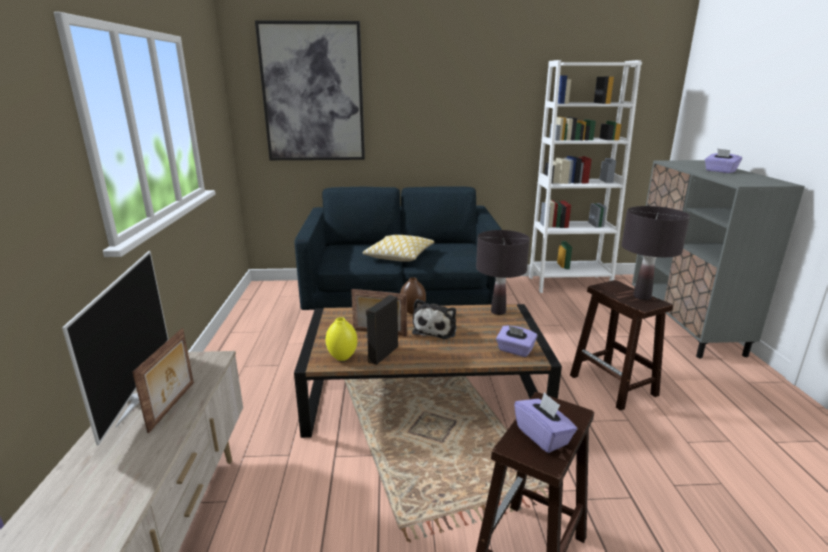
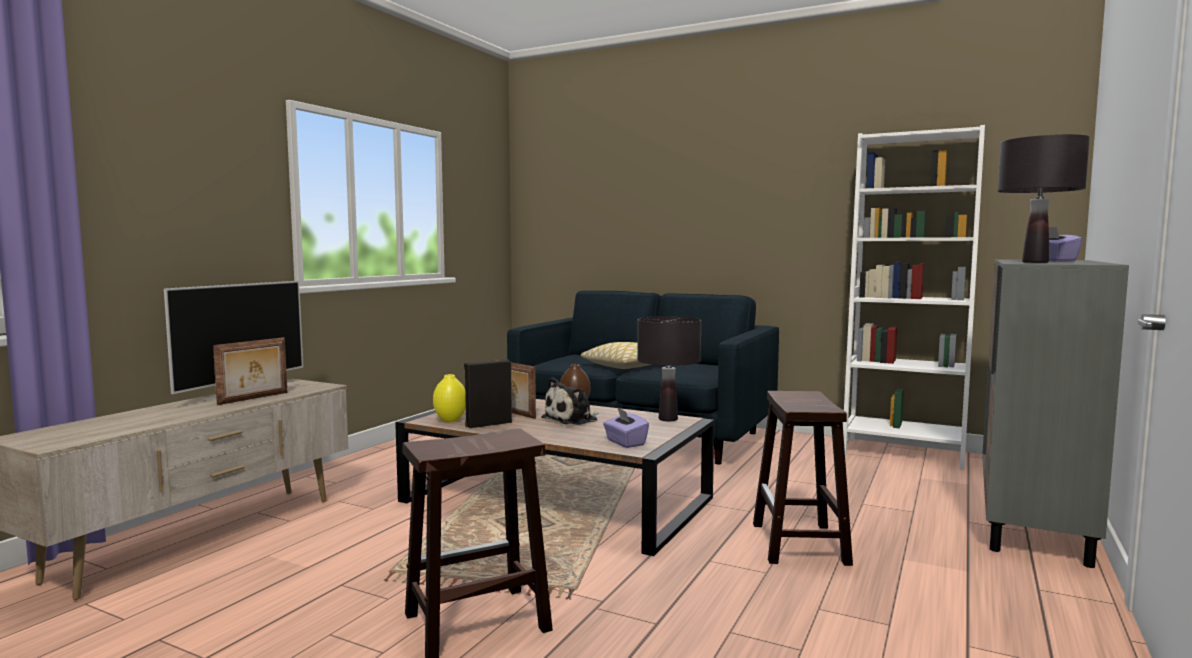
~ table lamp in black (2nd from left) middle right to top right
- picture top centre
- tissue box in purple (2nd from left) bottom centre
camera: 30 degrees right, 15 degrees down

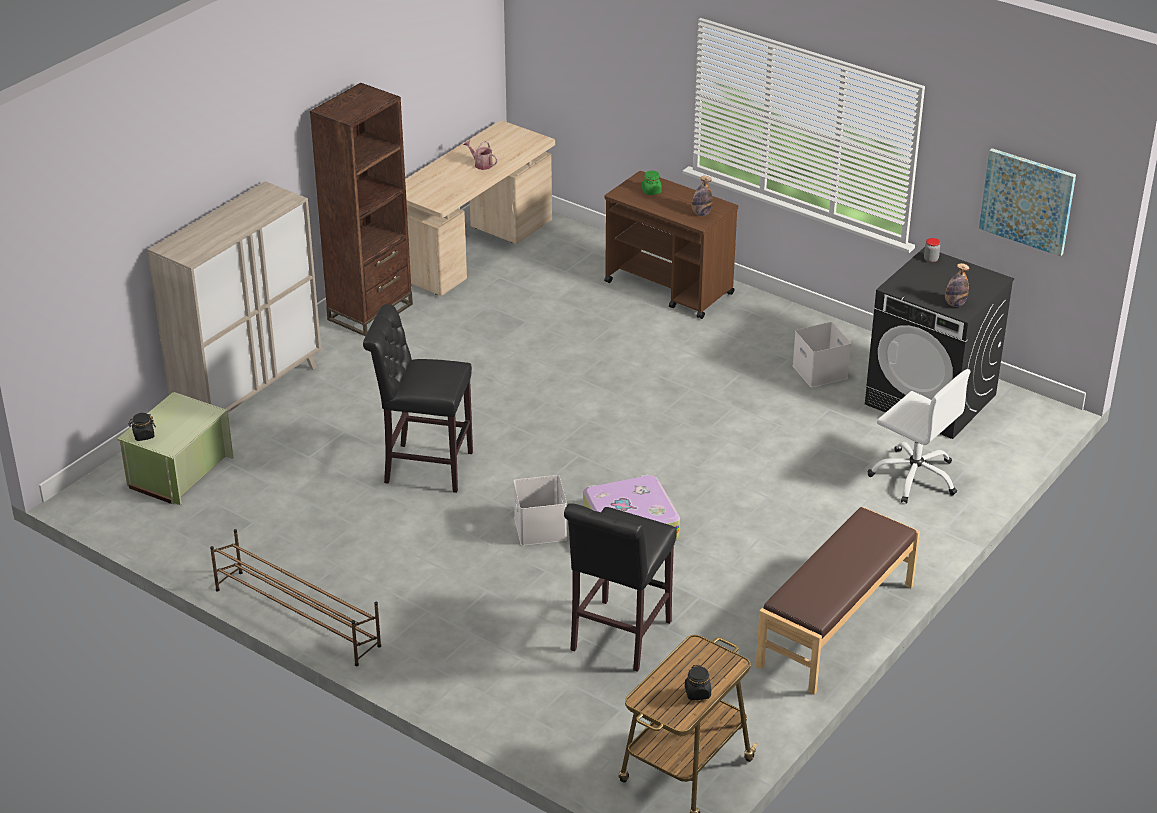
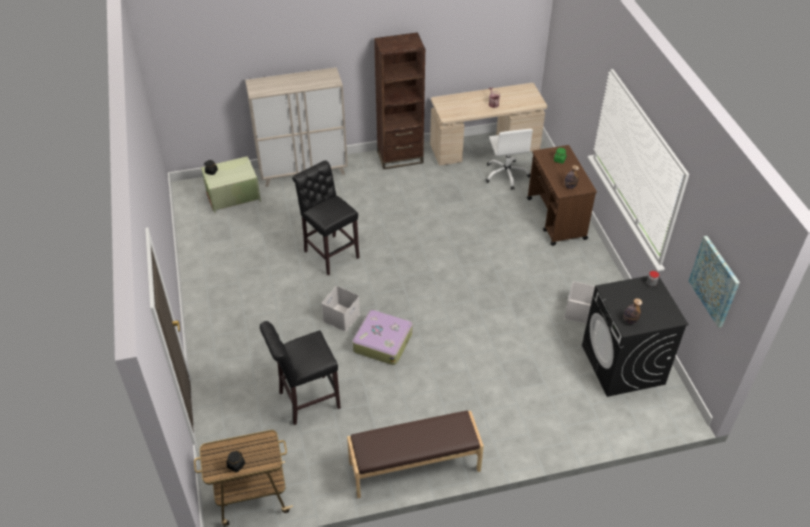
~ office chair in white middle right to top centre
- shoe rack in brown bottom left
camera: 40 degrees right, 10 degrees up

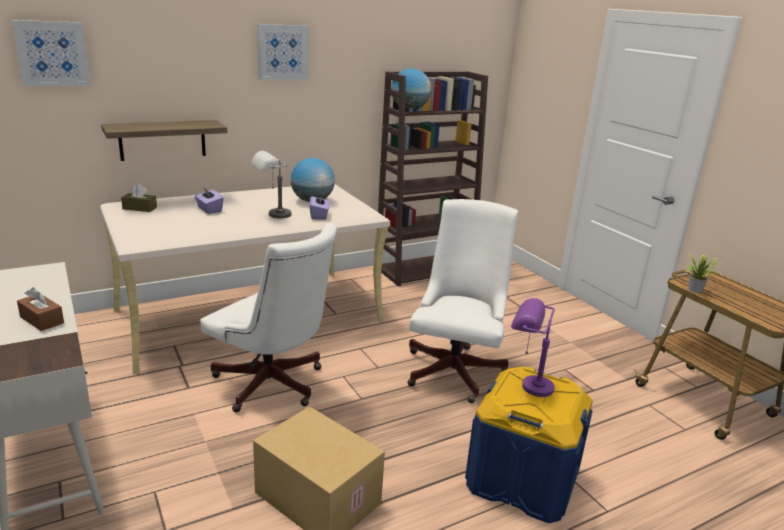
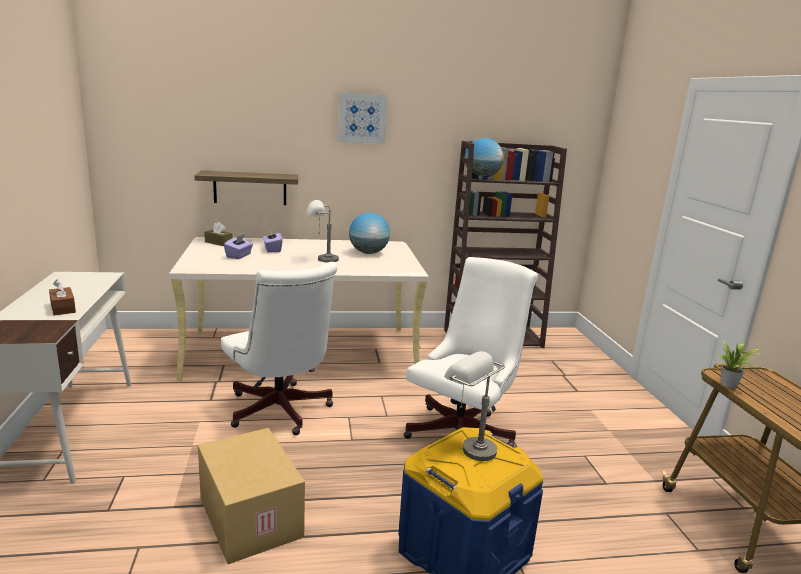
~ tissue box in purple (2nd from left in the first image) centre to tissue box in purple (1st from left) middle left
~ table lamp in purple middle right to table lamp in grey (2nd from left) bottom centre
- picture (1st from left) top left
camera: 20 degrees right, 5 degrees down

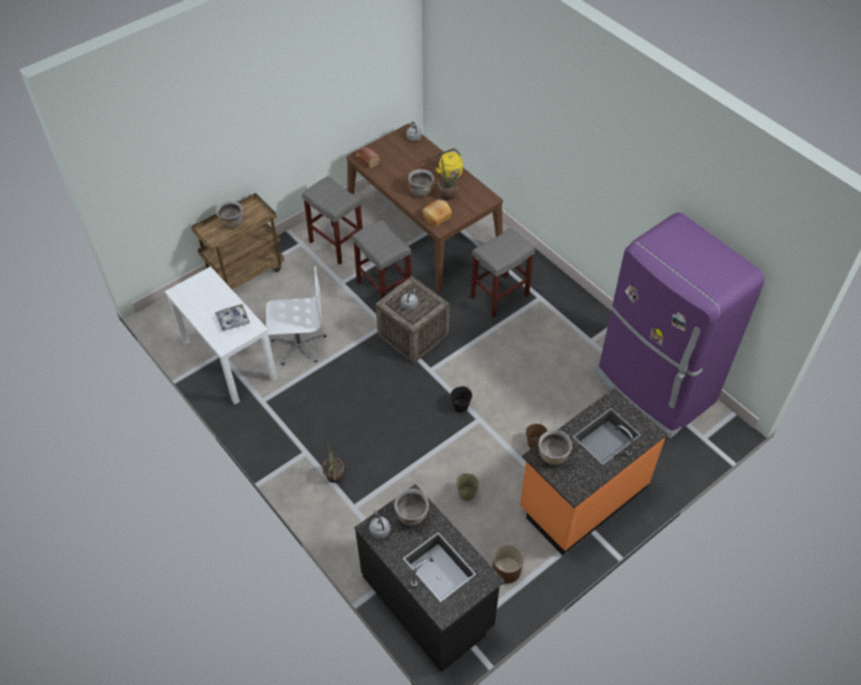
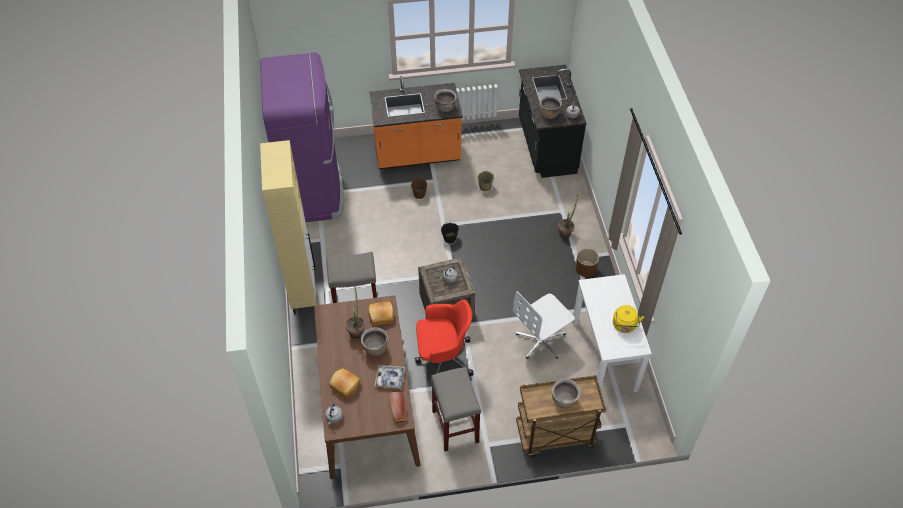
+ cabinet in beige middle left
+ bread (1st from left) bottom centre
~ tray middle left to bottom centre
~ stool in grey (2nd from left) centre to office chair in red centre
~ office chair in white centre = centre 60 degrees counterclockwise
~ planter in brown bottom centre to centre
~ kettle in yellow top centre to middle right
camera: 150 degrees left, 0 degrees up

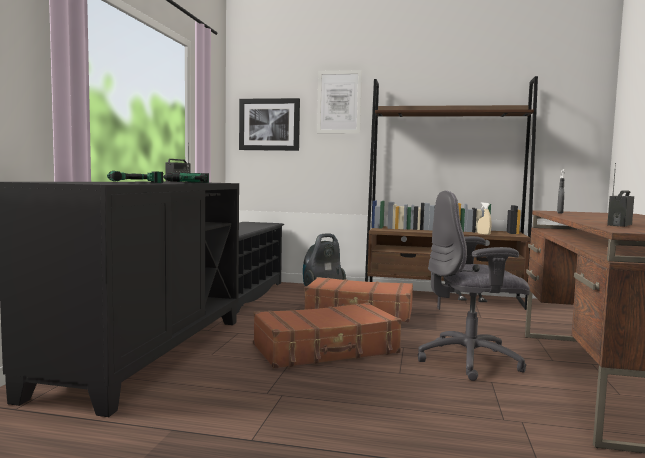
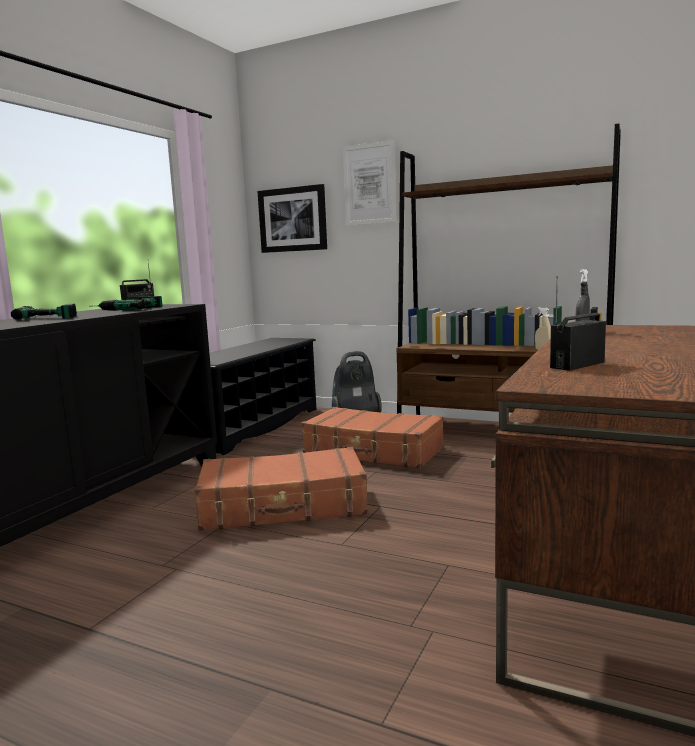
- office chair in grey middle right
camera: 15 degrees right, 5 degrees up

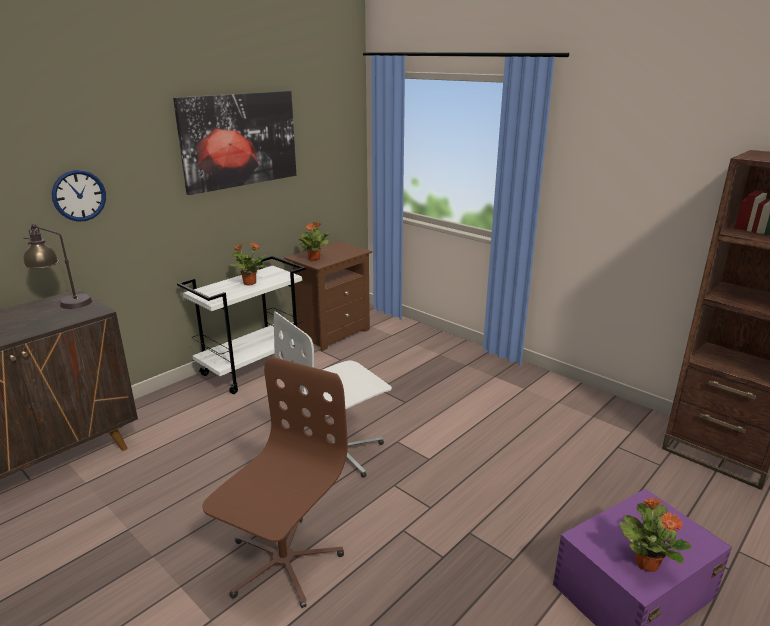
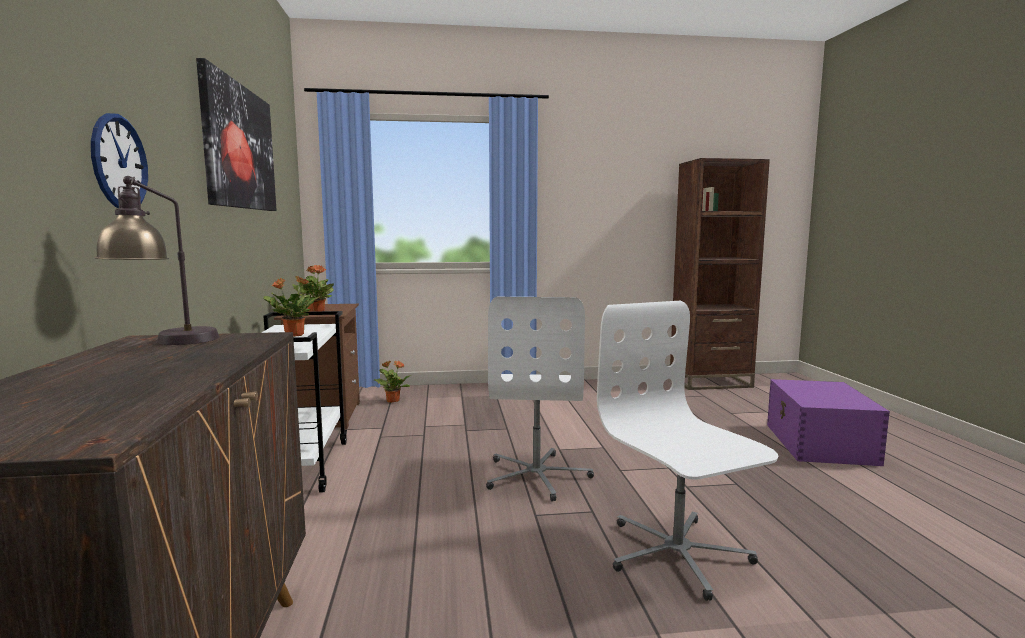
~ potted plant (3rd from left) bottom right to centre
~ office chair in brown bottom centre to office chair in white (2nd from left) bottom right
camera: 50 degrees left, 15 degrees down

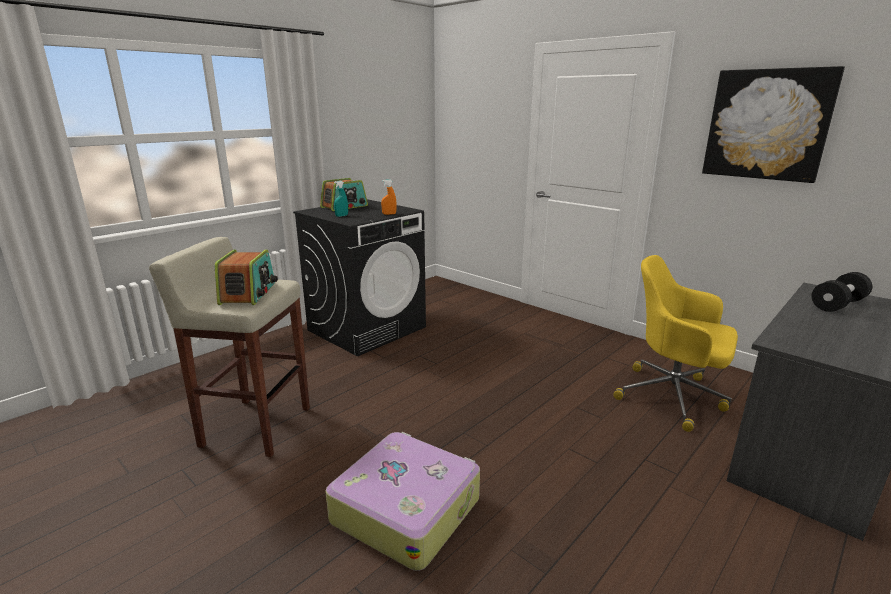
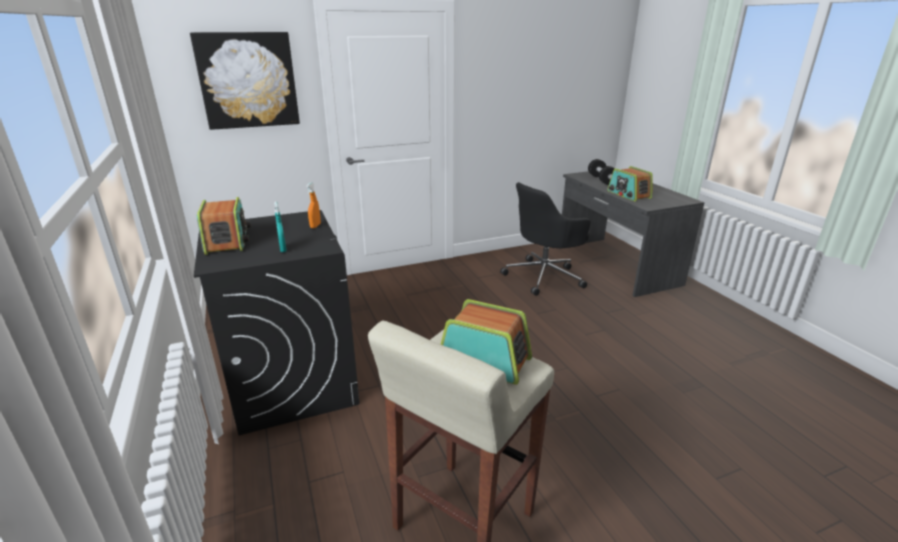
~ picture top right to top left
~ office chair in yellow middle right to office chair in black centre
+ radio (3rd from left) middle right
- suitcase bottom centre
camera: 65 degrees left, 5 degrees up

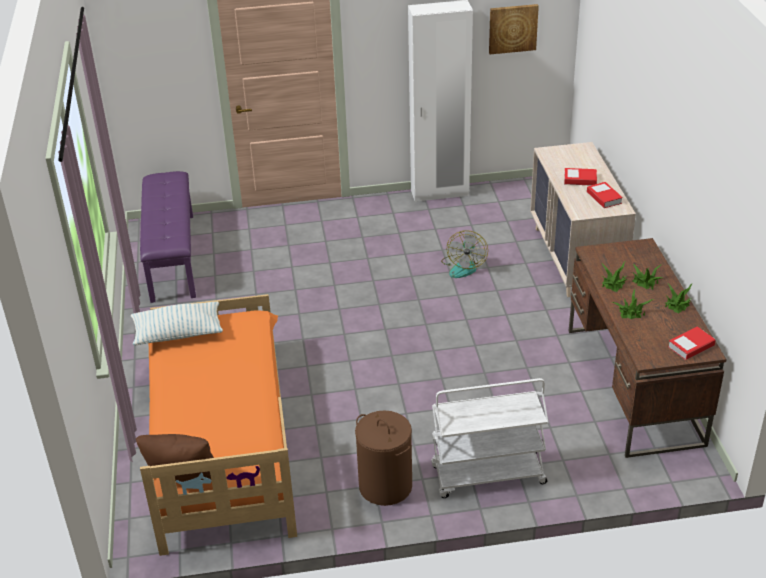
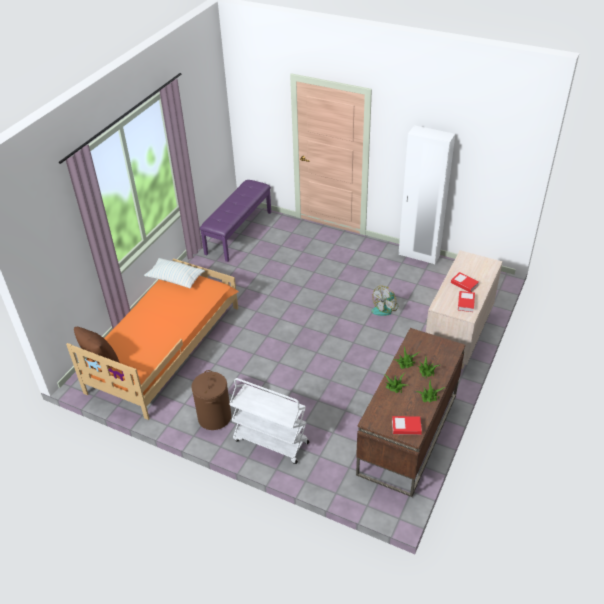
- picture top right
camera: 35 degrees right, 5 degrees up

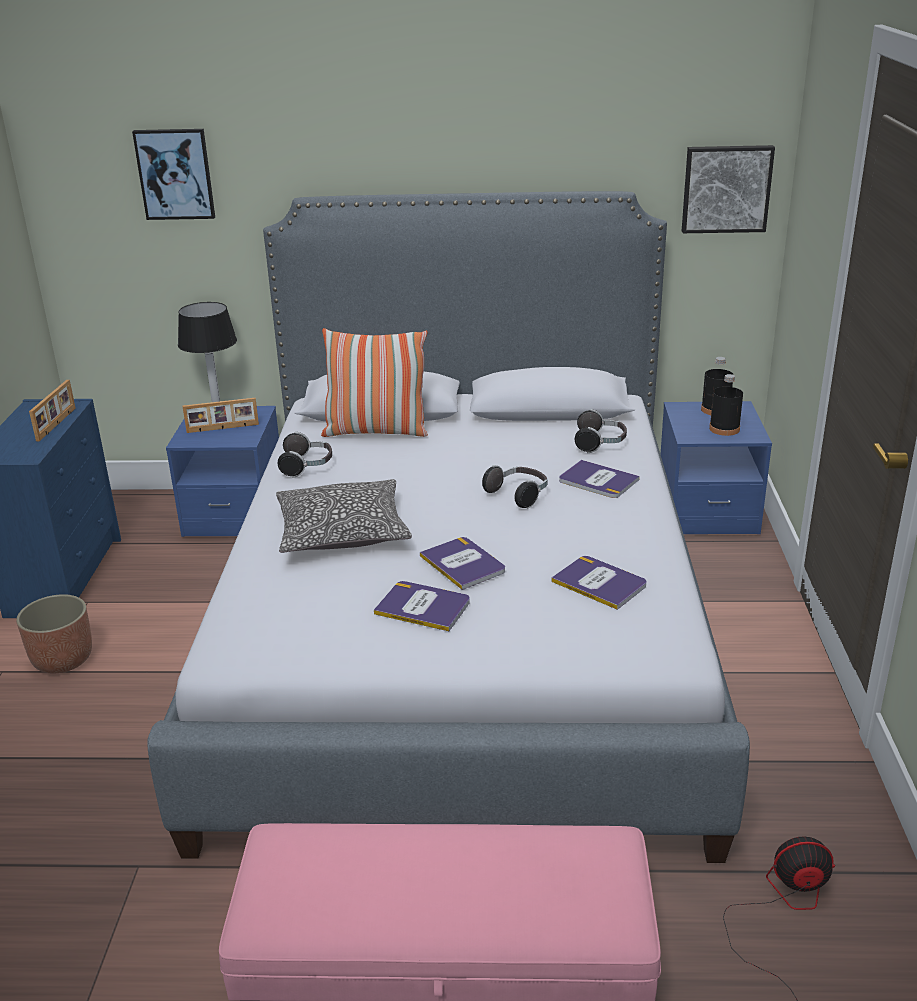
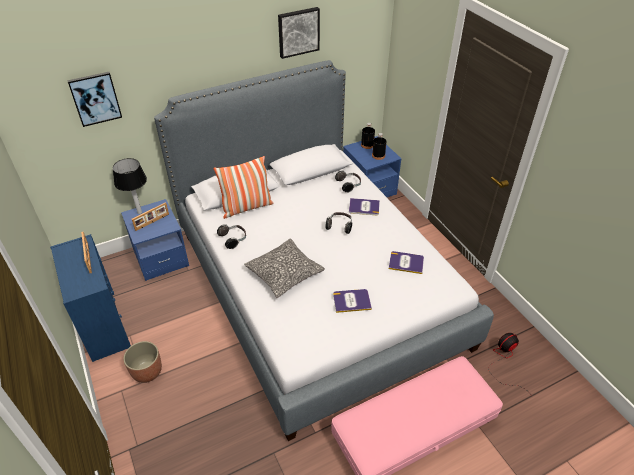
~ picture (2nd from left) top right to top centre
- book (2nd from left) centre
camera: 30 degrees left, 15 degrees up

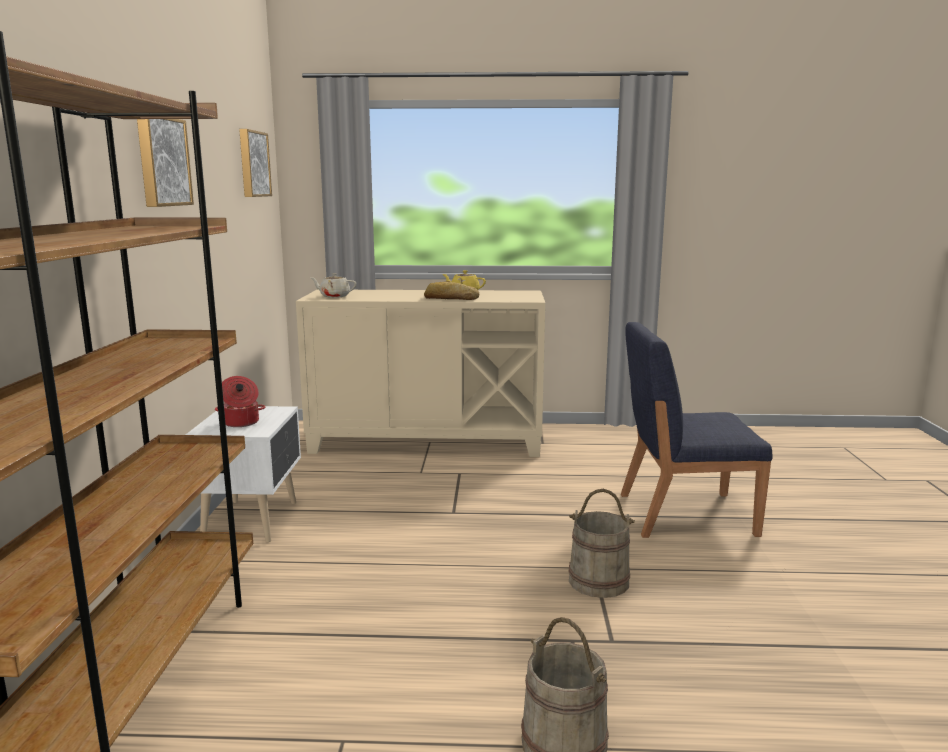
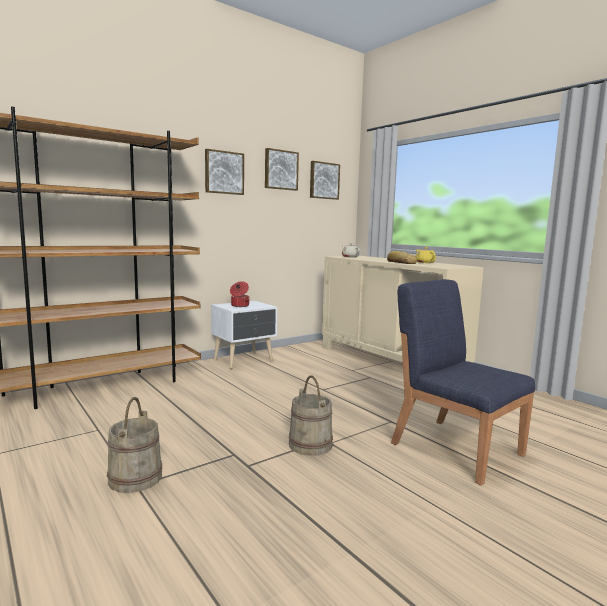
+ picture (2nd from left) top centre
camera: 50 degrees right, 5 degrees down

